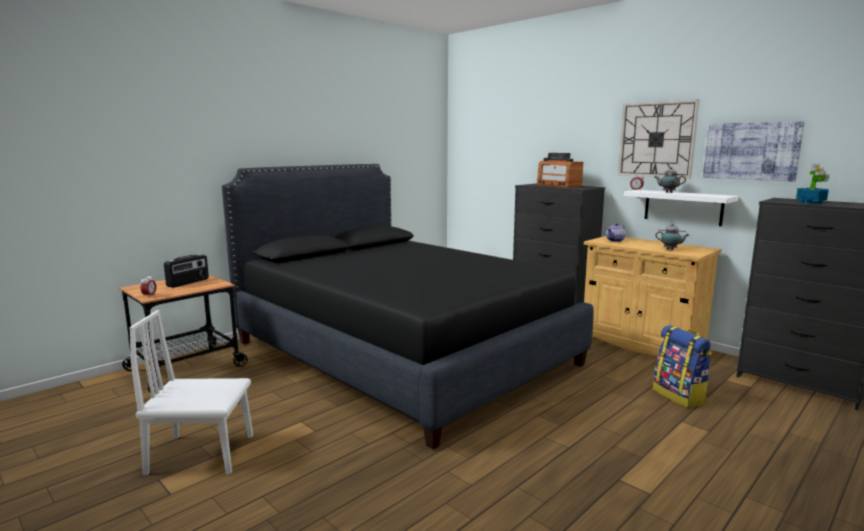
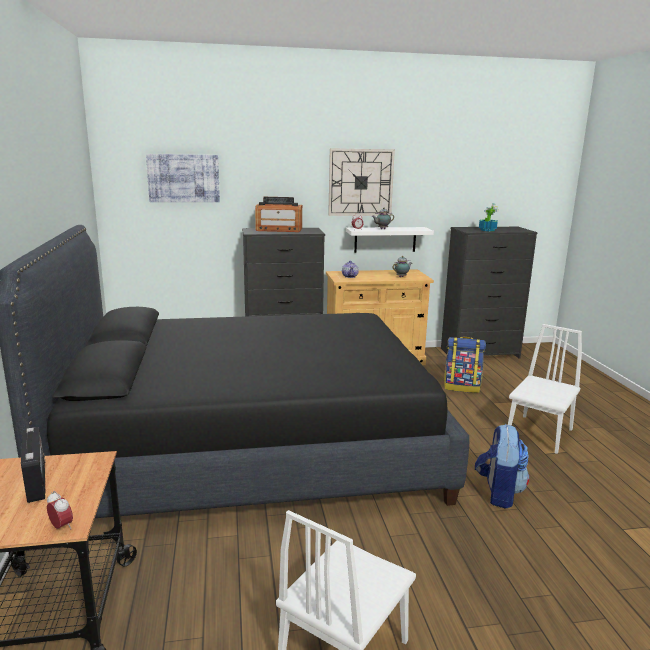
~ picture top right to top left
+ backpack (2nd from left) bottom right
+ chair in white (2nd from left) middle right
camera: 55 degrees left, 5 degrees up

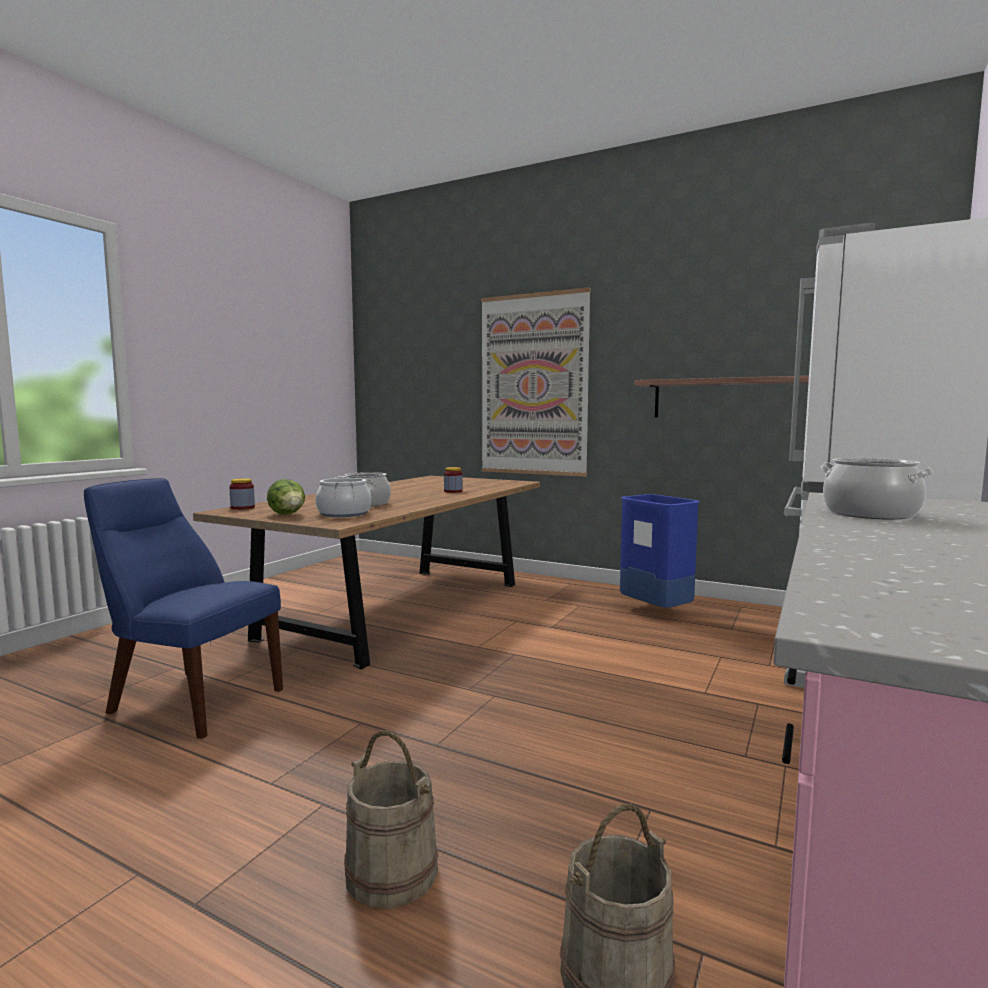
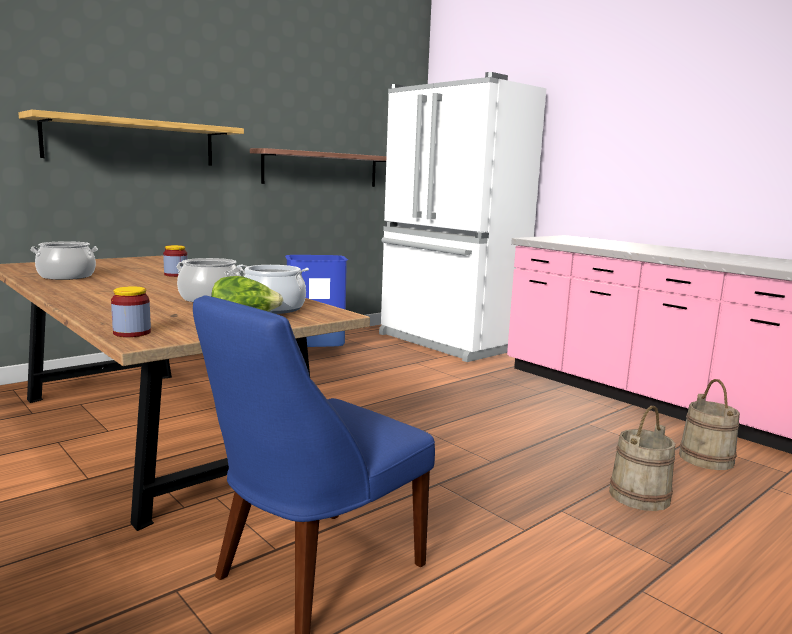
~ picture centre to shelf (1st from left) top left
~ cooking pot (3rd from left in the first image) middle right to cooking pot (1st from left) middle left
camera: 70 degrees left, 5 degrees up

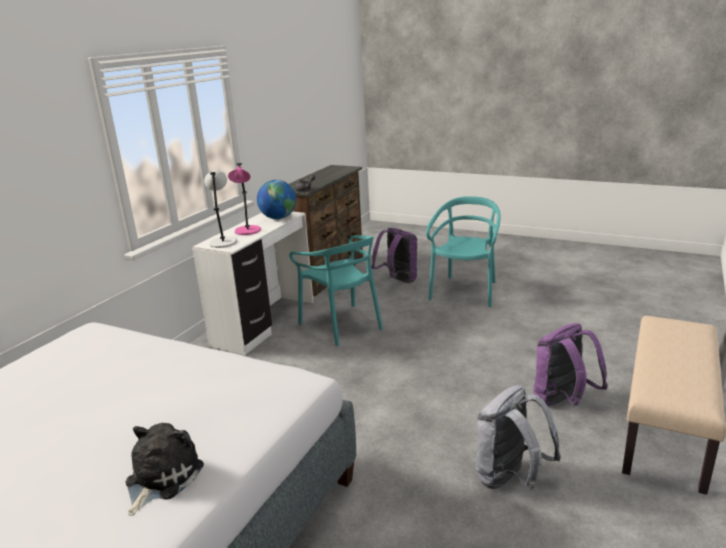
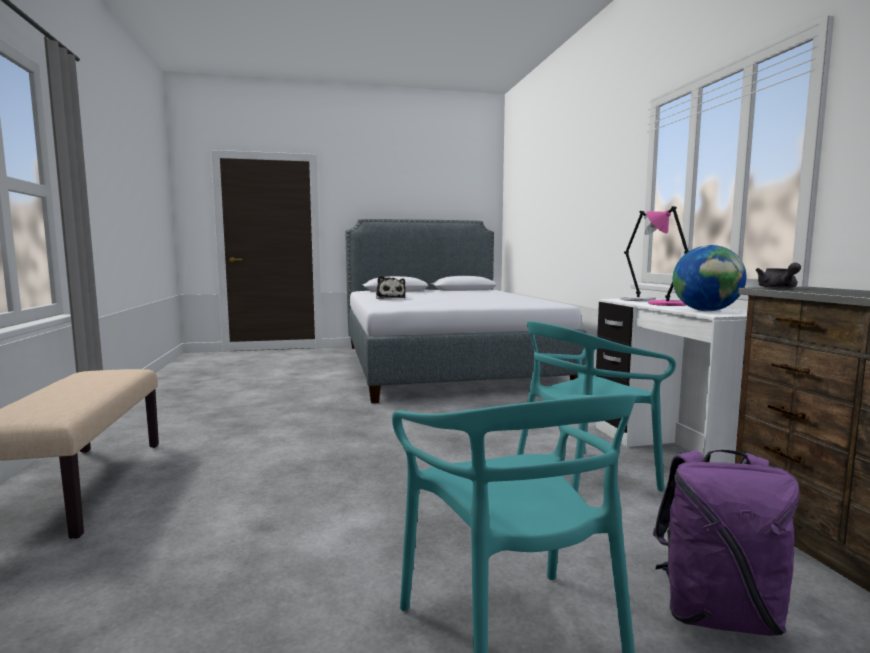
~ chair in turquoise (1st from left in the first image) centre = middle right 45 degrees counterclockwise
- backpack in grey bottom right
- backpack in purple (2nd from left) middle right
camera: 140 degrees right, 15 degrees down

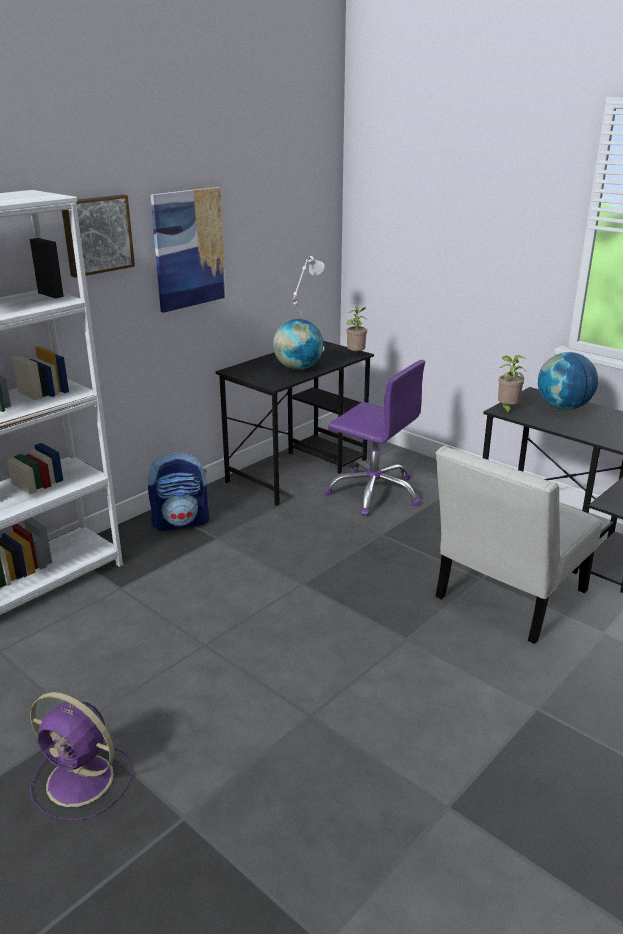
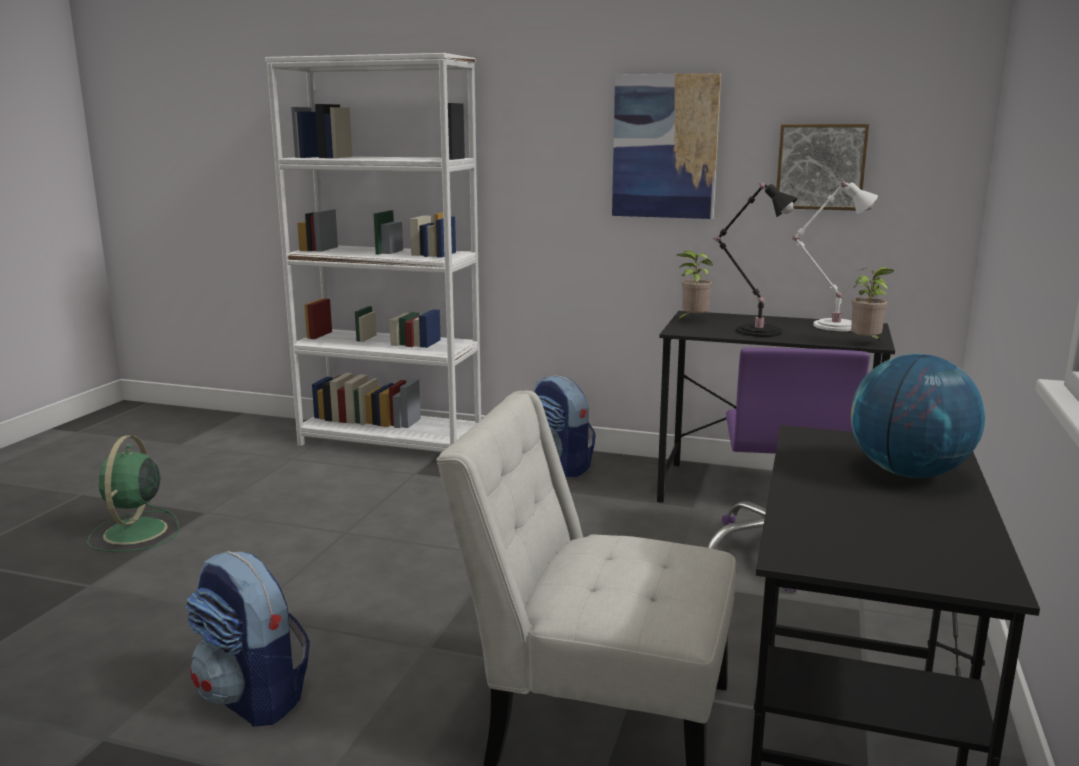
~ fan in purple bottom left to fan in green middle left
+ backpack (1st from left) bottom left
~ potted plant (2nd from left in the first image) middle right to potted plant (1st from left) centre
~ globe (1st from left) centre to table lamp in black middle right
~ picture (1st from left in the first image) top left to picture (2nd from left) top right
camera: 65 degrees right, 10 degrees down

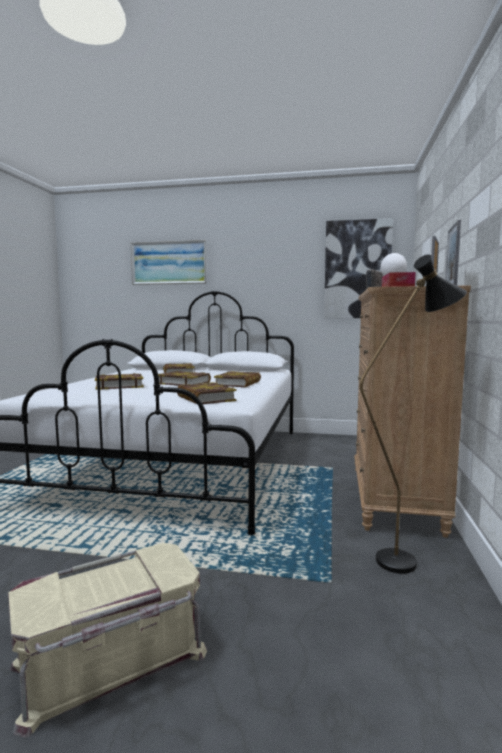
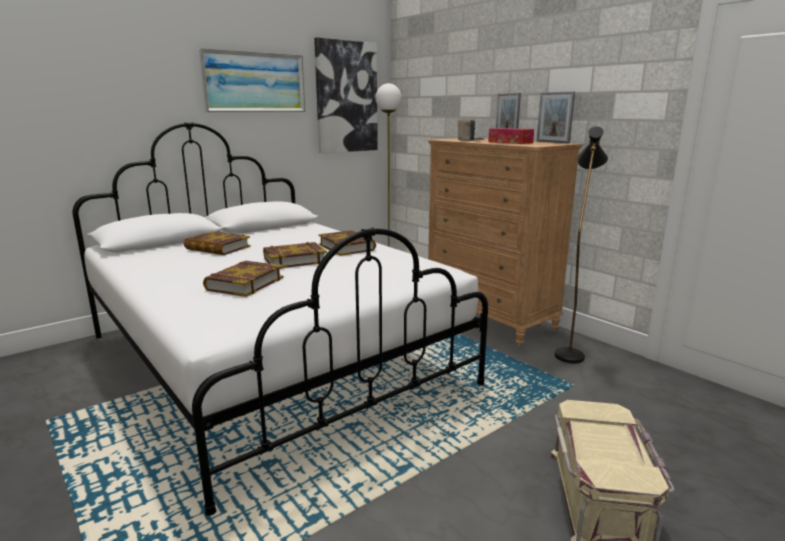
~ picture (1st from left) centre to top left
- book (4th from left) centre
camera: 50 degrees left, 10 degrees up

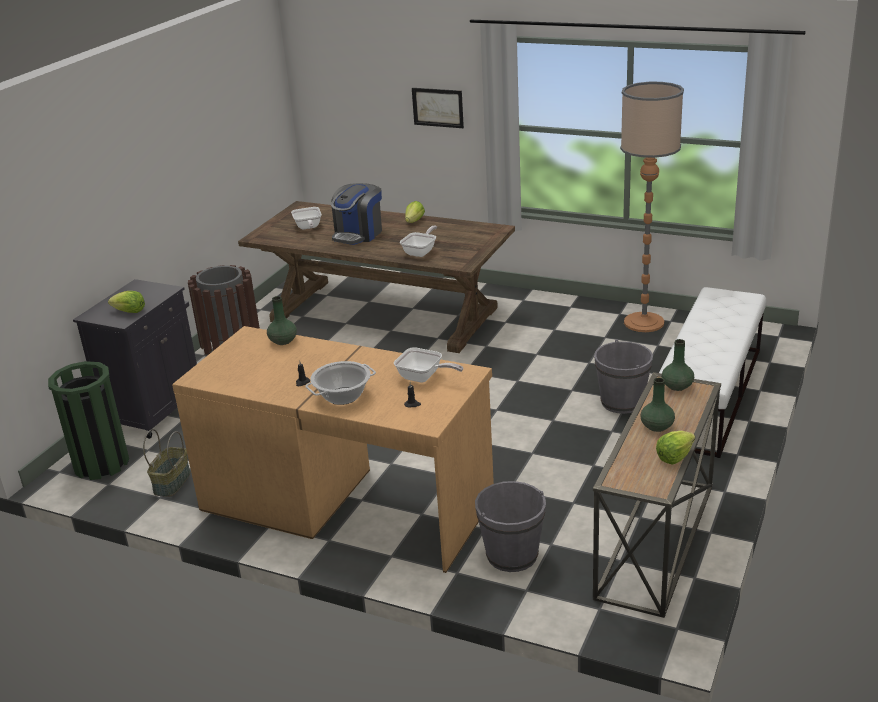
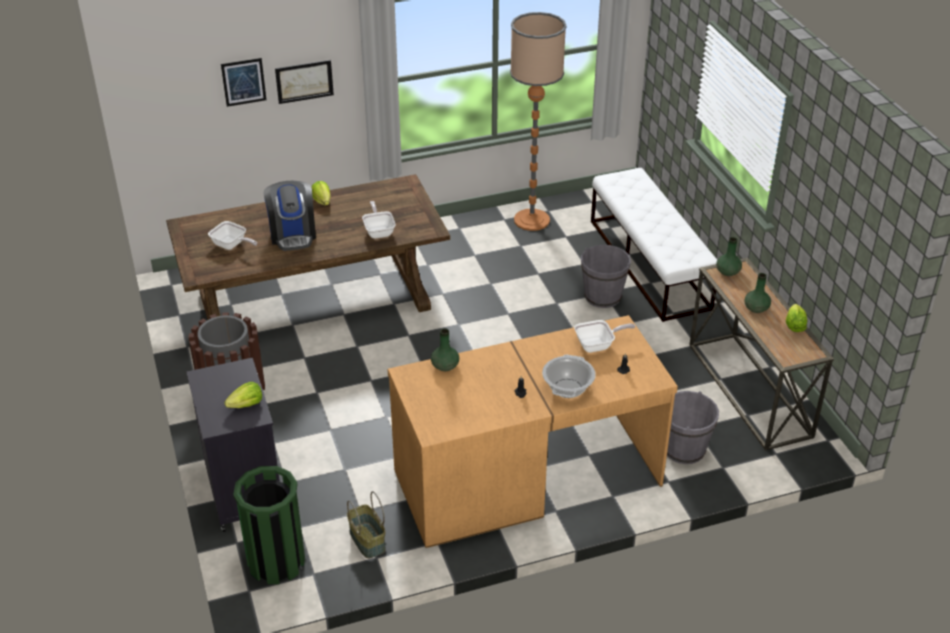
+ picture (1st from left) top left
camera: 45 degrees left, 10 degrees up

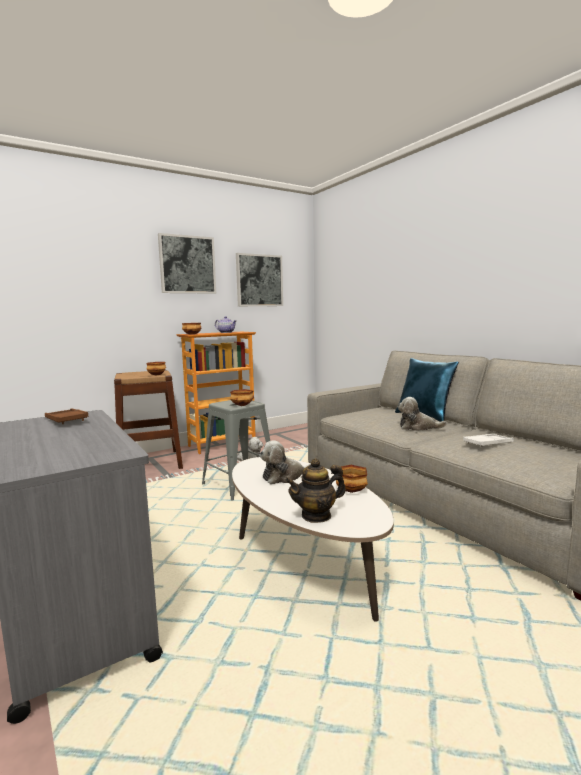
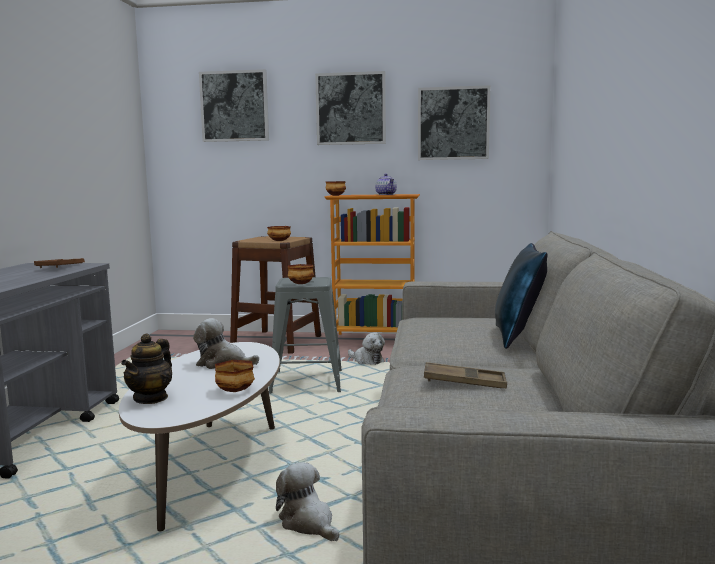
~ teapot (2nd from left in the first image) centre = middle left 90 degrees counterclockwise
+ picture (1st from left) top left
~ plush toy (3rd from left in the first image) middle right to plush toy (2nd from left) bottom centre
~ tray in white middle right to tray in brown (2nd from left) centre
camera: 40 degrees right, 0 degrees up

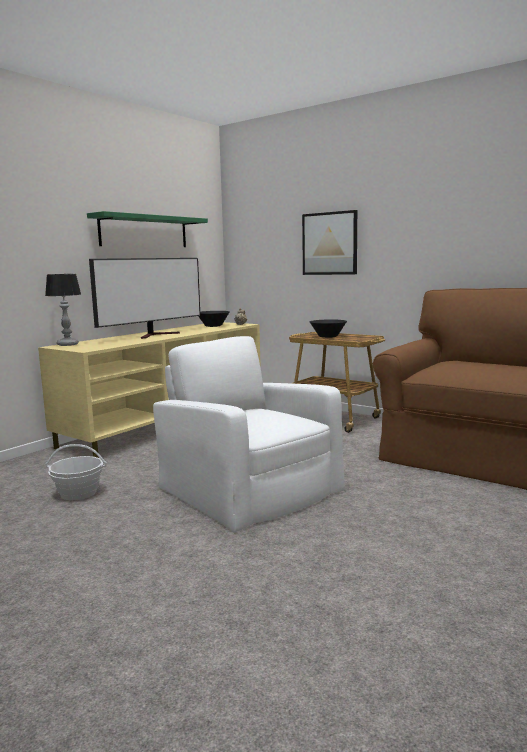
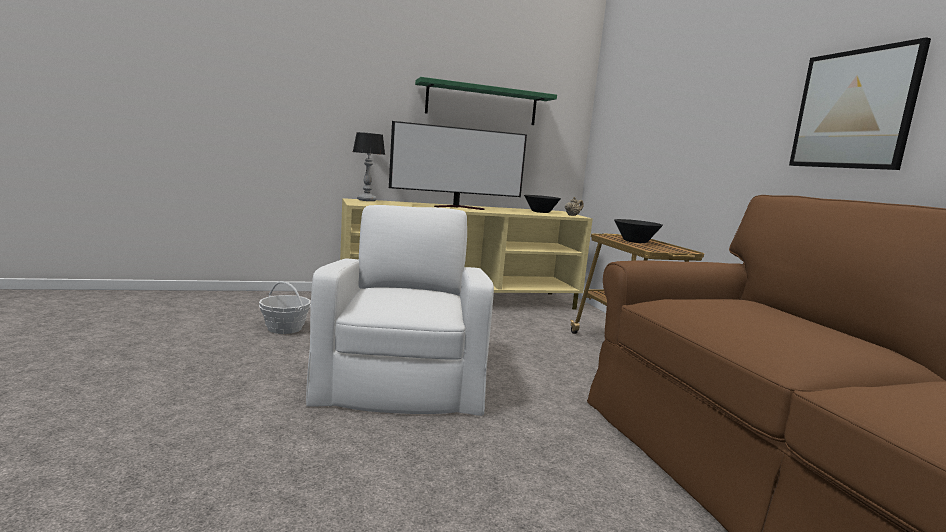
~ picture top centre to top right
camera: 35 degrees right, 0 degrees up

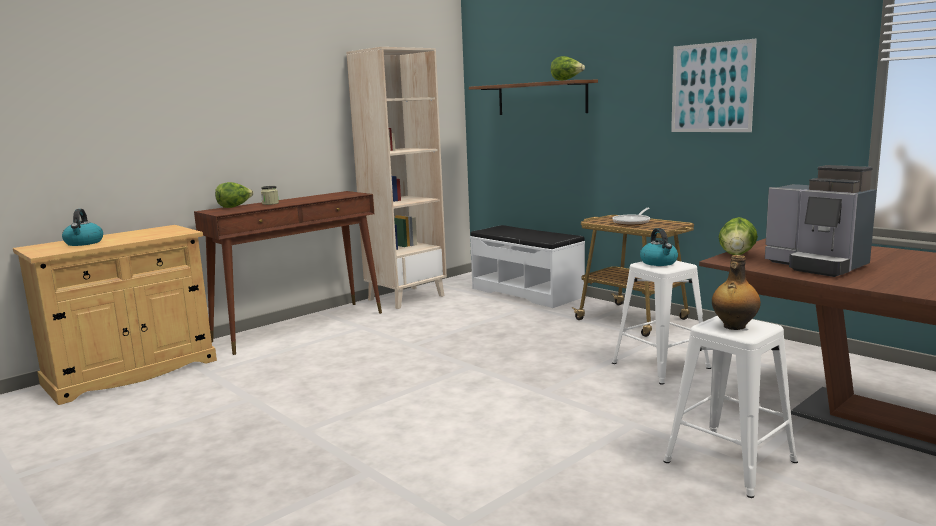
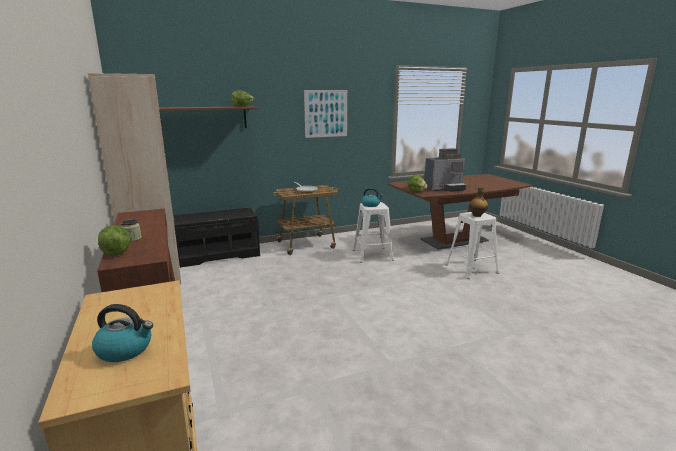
~ bench in white centre to bench in black middle left
camera: 70 degrees left, 5 degrees up

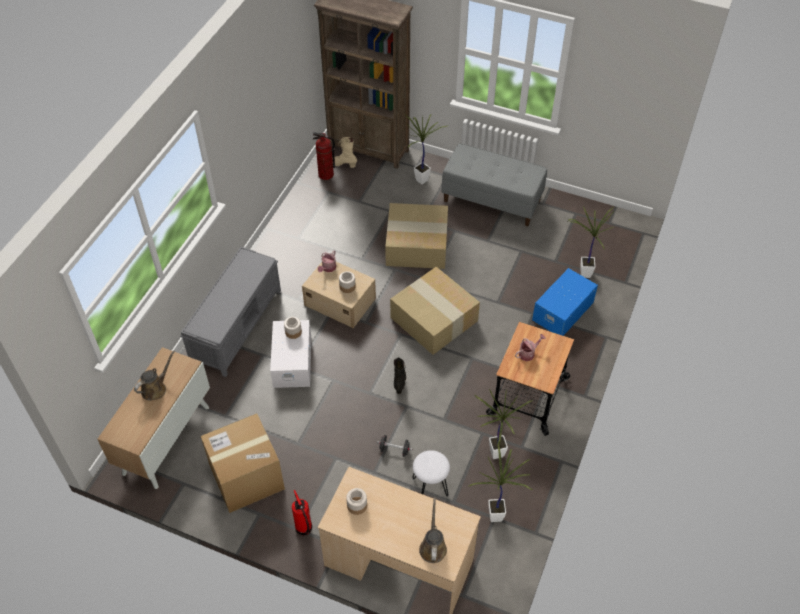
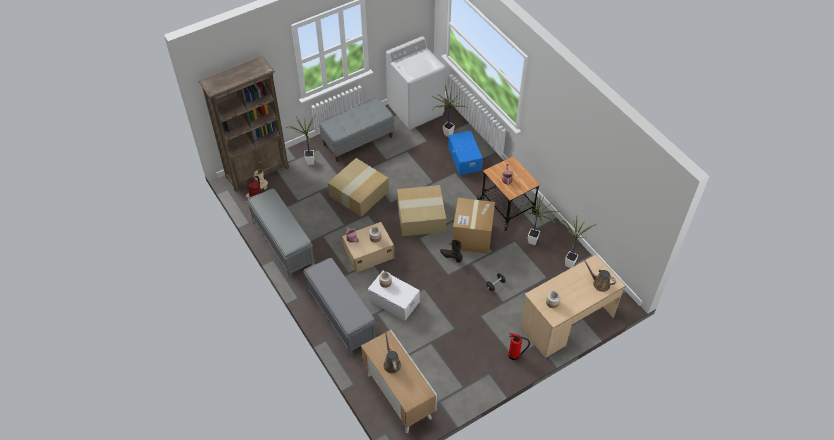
+ bench in grey (1st from left) centre
+ washing machine in white top centre
~ cardboard box (1st from left in the first image) bottom left to cardboard box (3rd from left) centre
- stool in white bottom centre
camera: 55 degrees left, 0 degrees up

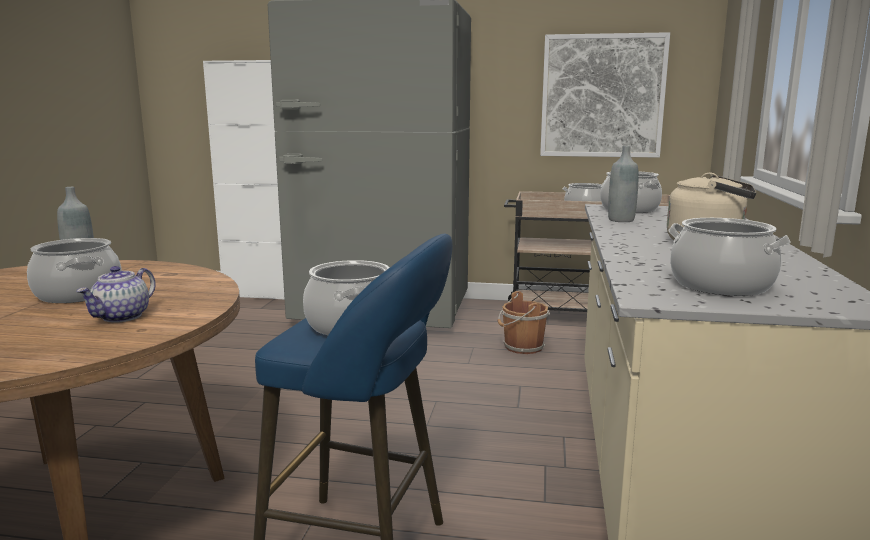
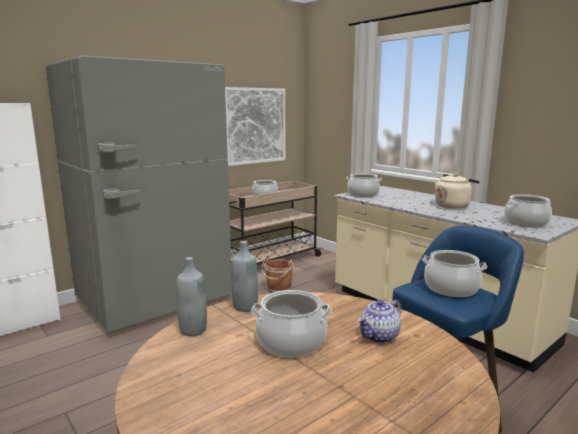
~ bottle in grey (2nd from left) middle right to centre
~ teapot middle left = bottom centre 75 degrees clockwise
camera: 50 degrees left, 0 degrees up

